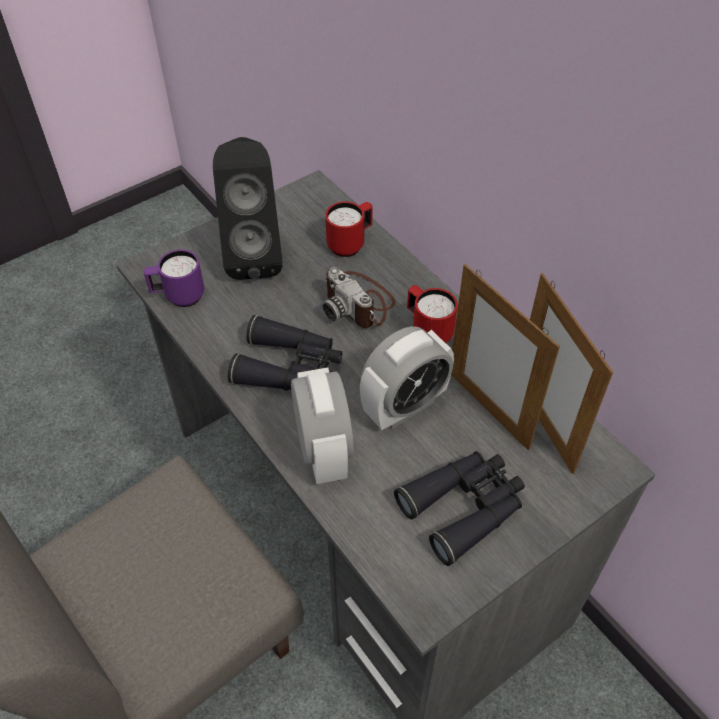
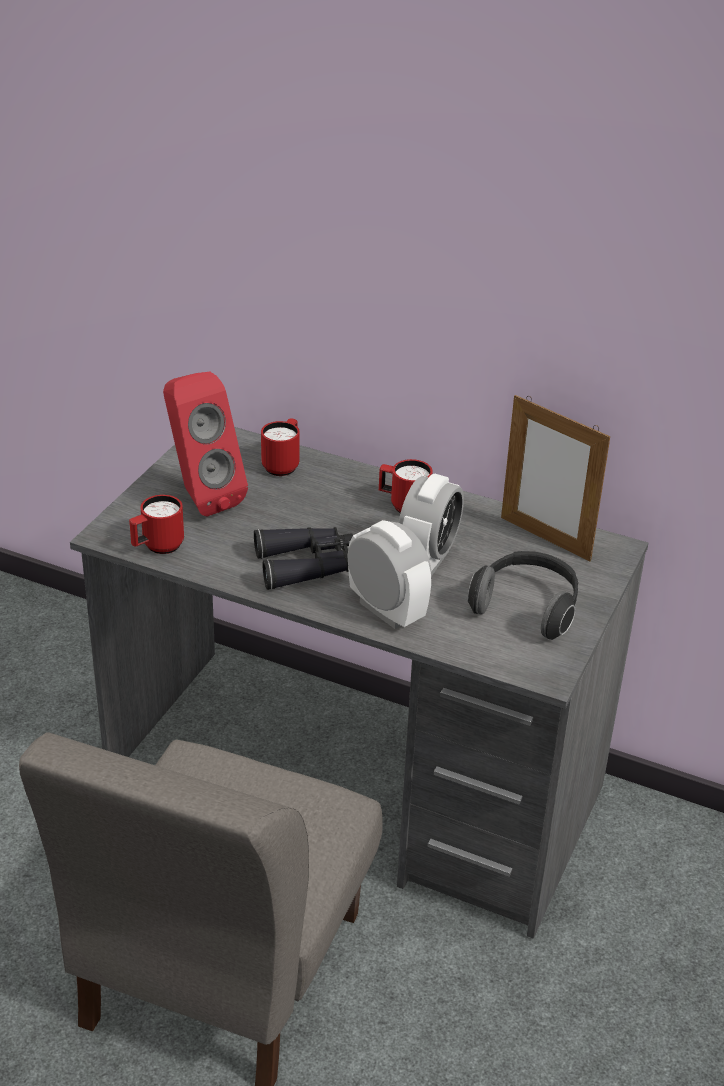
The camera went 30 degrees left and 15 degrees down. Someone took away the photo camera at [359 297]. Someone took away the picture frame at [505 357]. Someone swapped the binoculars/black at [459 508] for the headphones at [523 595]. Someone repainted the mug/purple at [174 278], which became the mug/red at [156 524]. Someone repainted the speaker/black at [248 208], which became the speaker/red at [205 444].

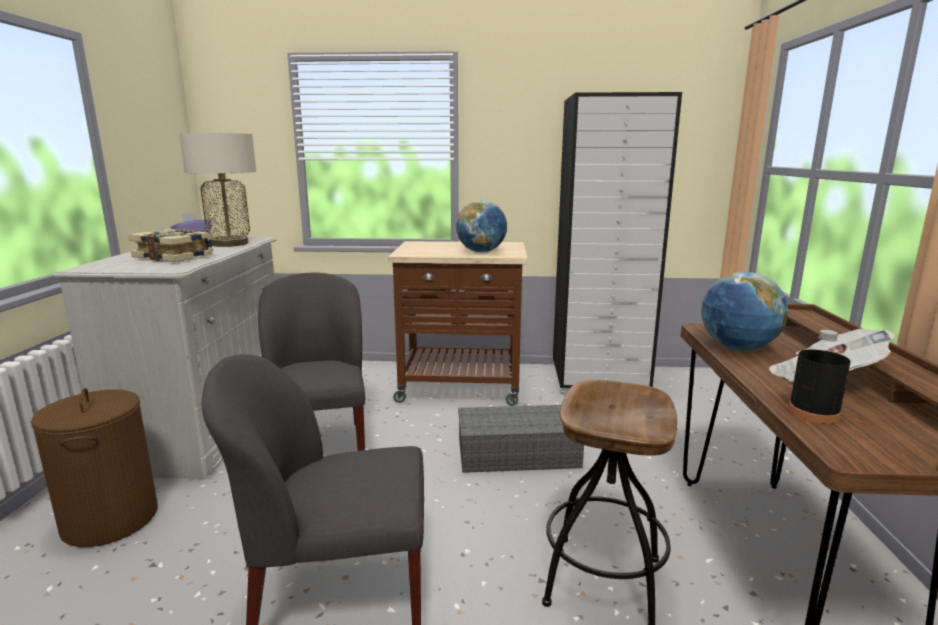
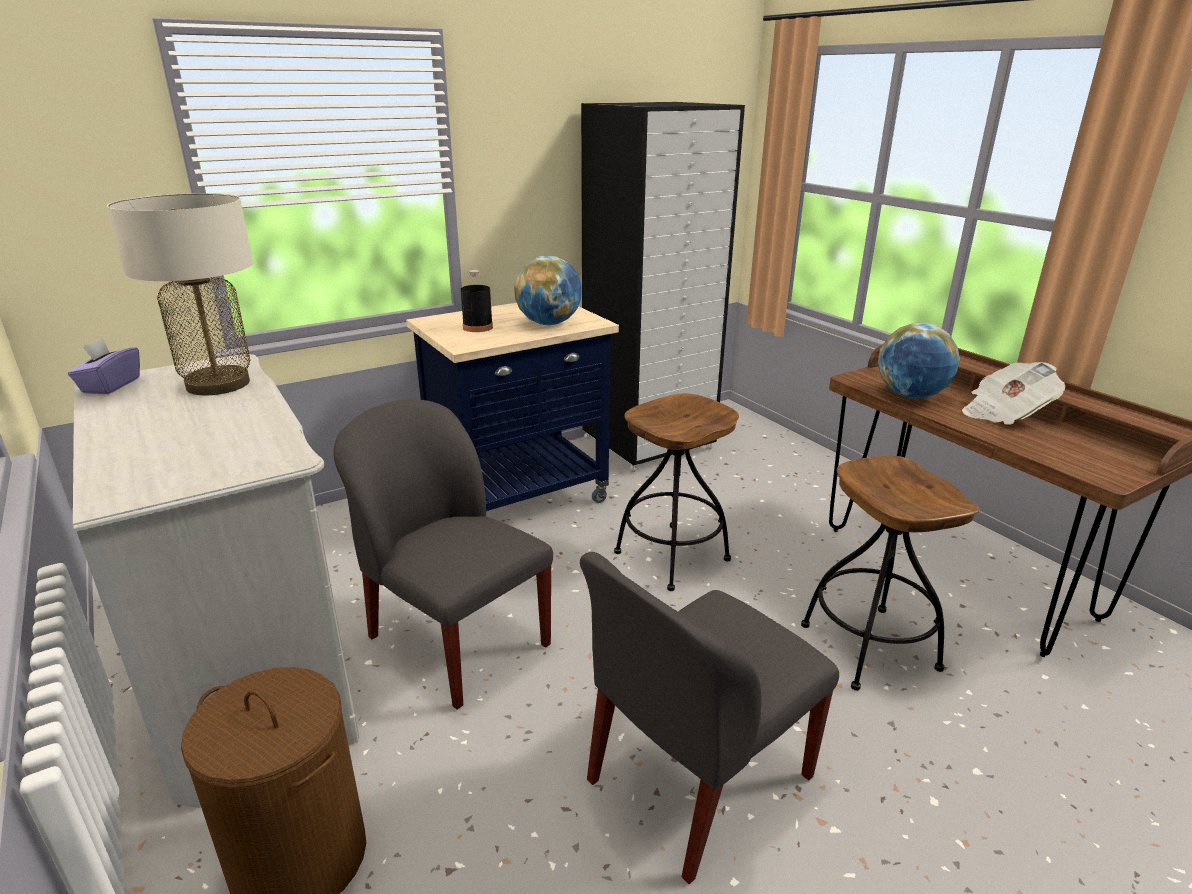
The camera went 35 degrees left and 10 degrees up. Someone took away the book at [171 245]. Someone carried the bottle/black from [819 377] to [477 301]. Someone swapped the storage box/grey at [521 439] for the stool/brown at [676 492]. Someone repainted the cart/brown at [458 323], which became the cart/blue at [512 407].

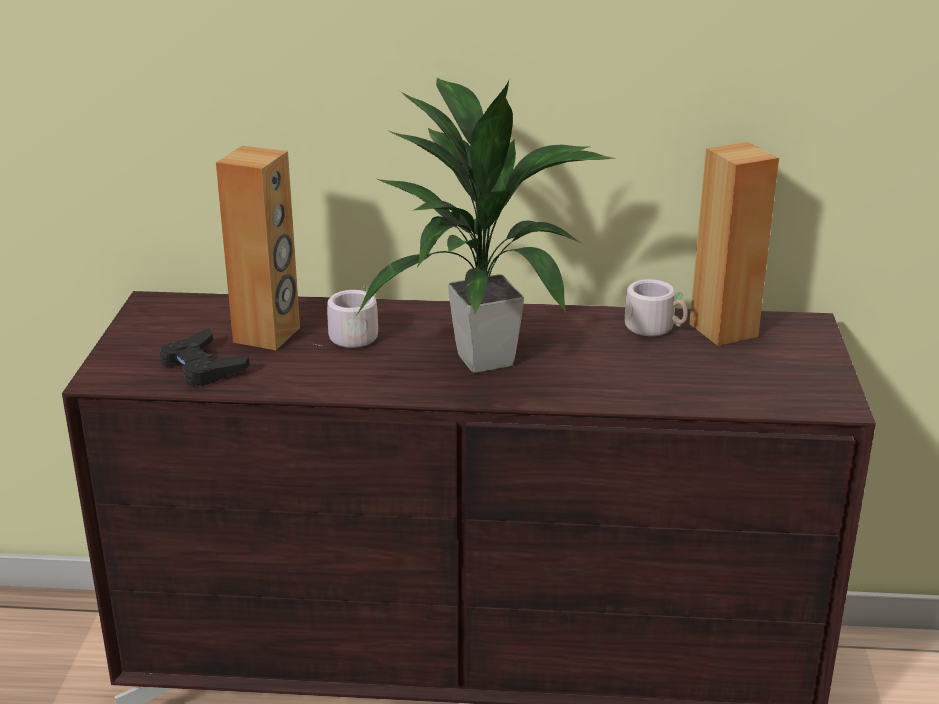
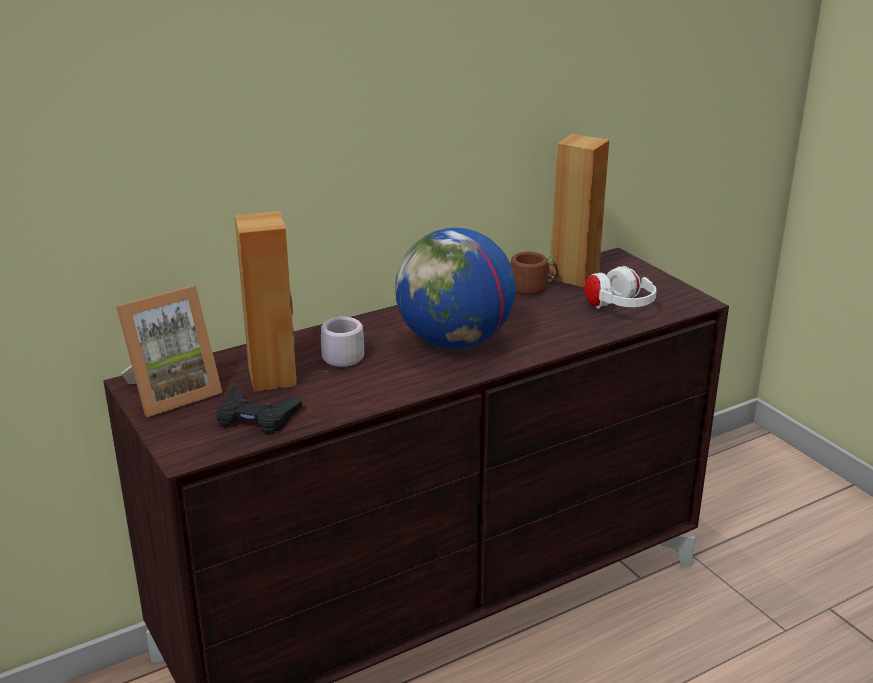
The camera went 35 degrees left and 0 degrees up. Someone put down the picture frame at [169 351]. Someone put down the headphones/white at [620 287]. Someone swapped the potted plant at [485 225] for the globe at [455 288]. Someone repainted the mug/grey at [656 307], which became the mug/brown at [534 273].

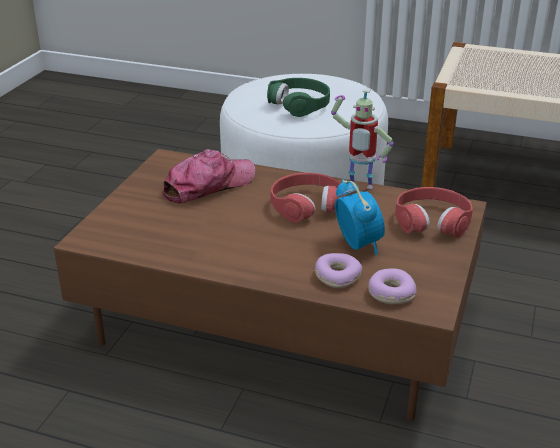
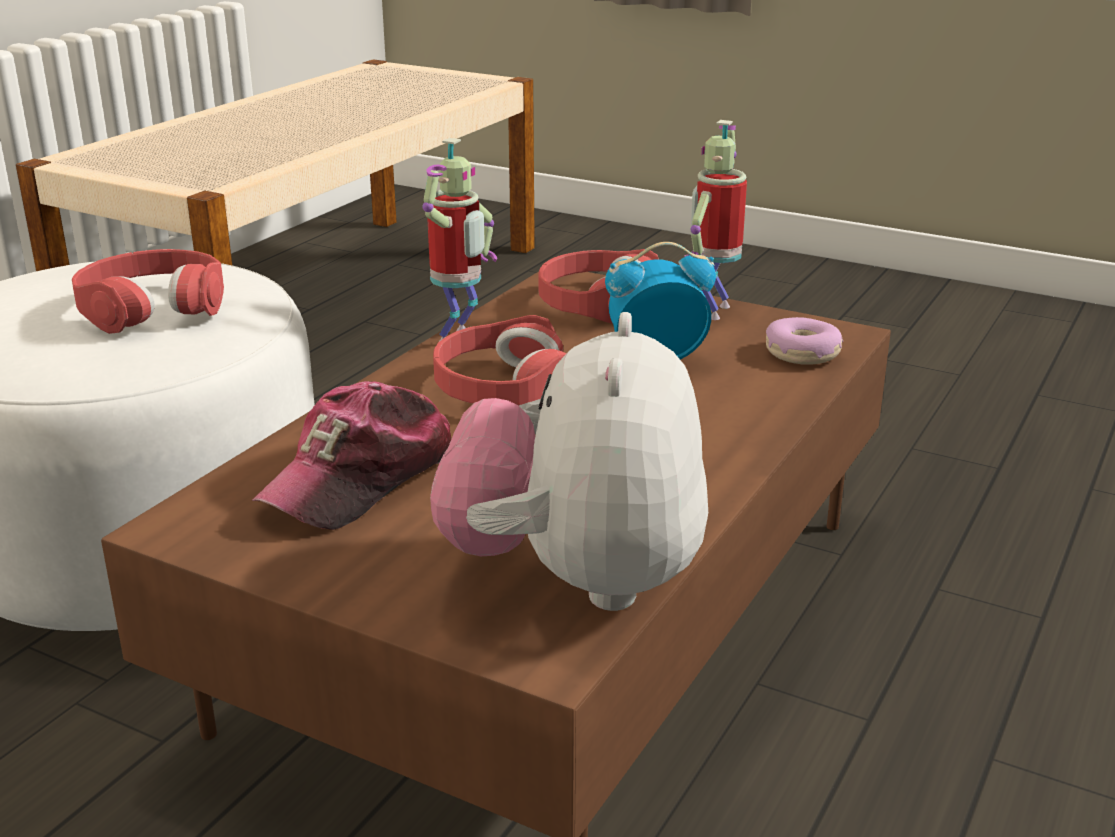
The camera went 80 degrees left and 5 degrees down. Someone took away the donut at [338 270]. Someone put down the plush toy at [569 461]. Someone put down the toy robot at [715 220]. Someone repainted the headphones/green at [298 97], which became the headphones/red at [148 291]. Someone rotated the cap at [208 176] by 120 degrees counterclockwise.

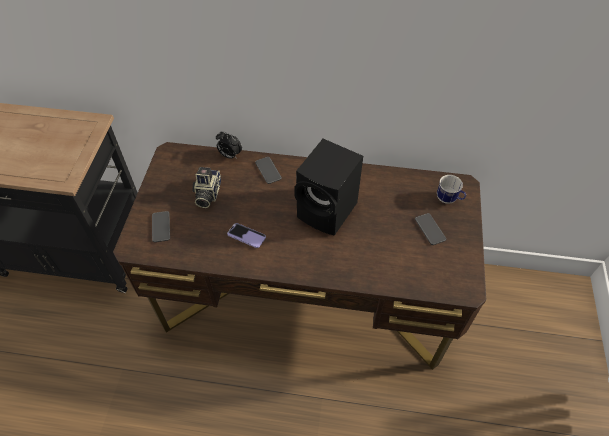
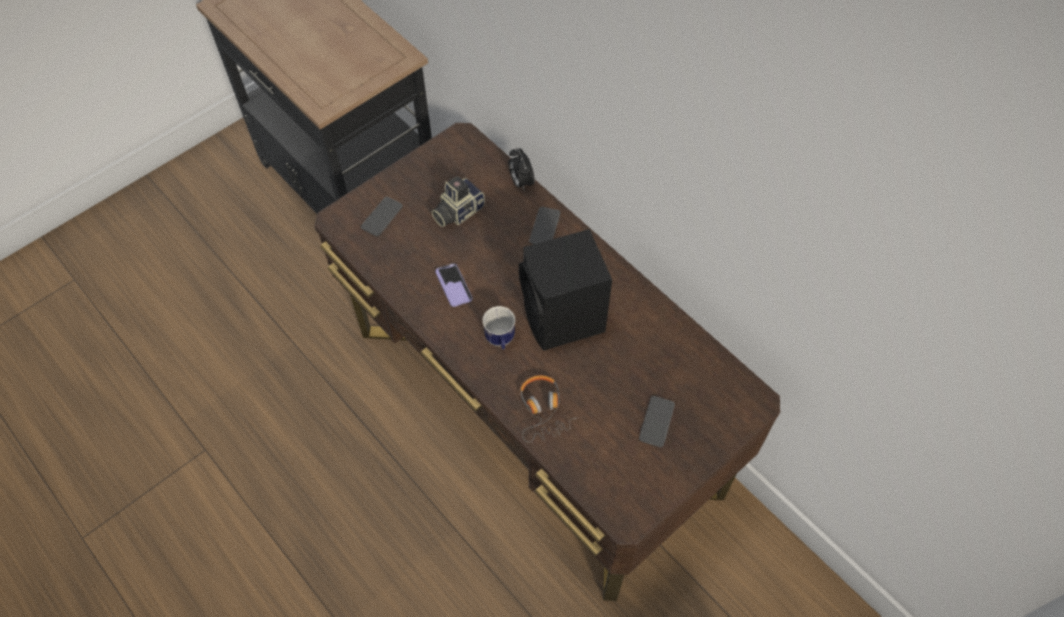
The camera went 40 degrees right and 5 degrees up. Someone put down the headphones at [548 409]. Someone carried the mug from [451 189] to [498 328].

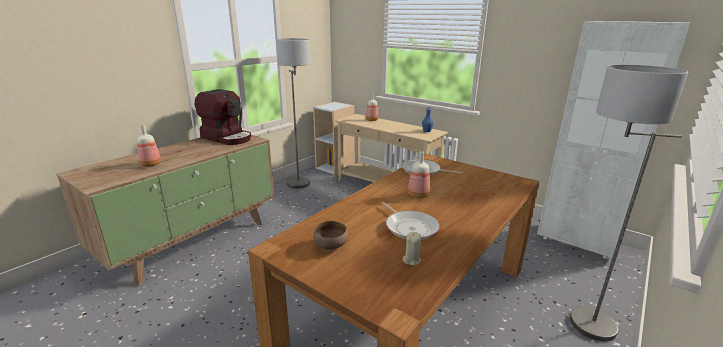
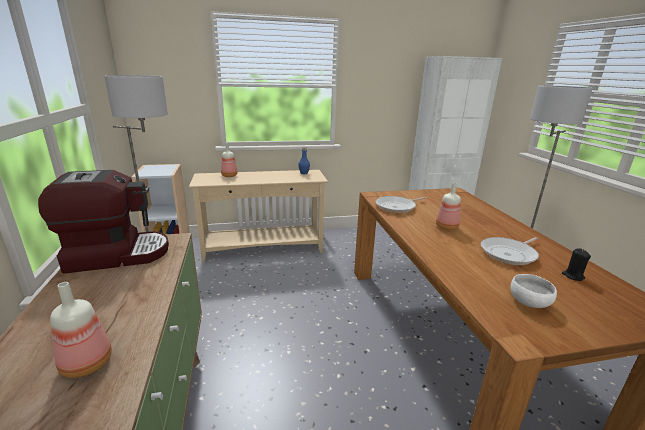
The camera went 50 degrees left and 0 degrees up. Someone repainted the bowl/brown at [330 235], which became the bowl/white at [534 291]. Someone repainted the candle/beige at [412 249], which became the candle/black at [576 264]. Someone rotated the frying pan at [410 221] by 135 degrees clockwise.

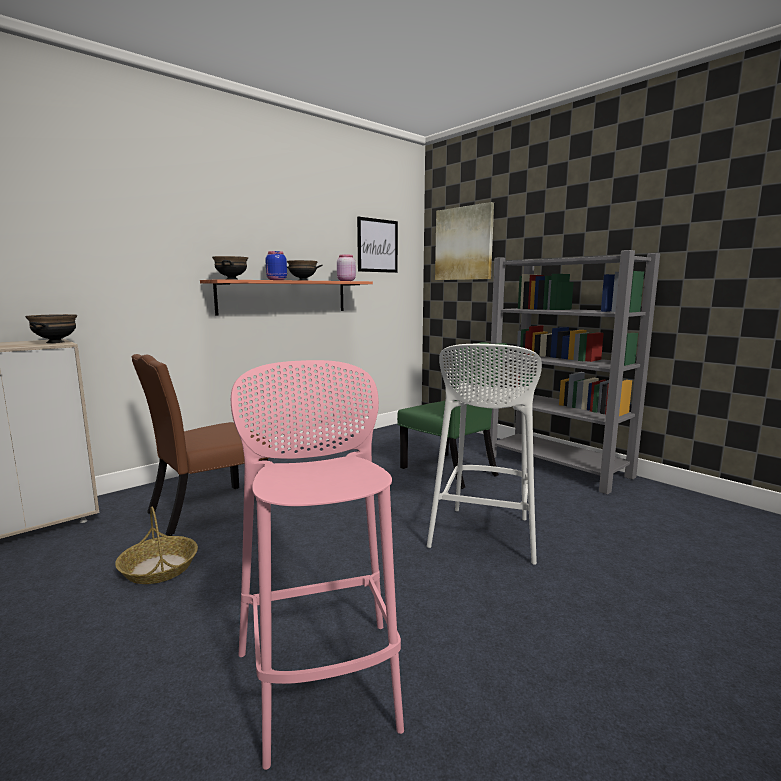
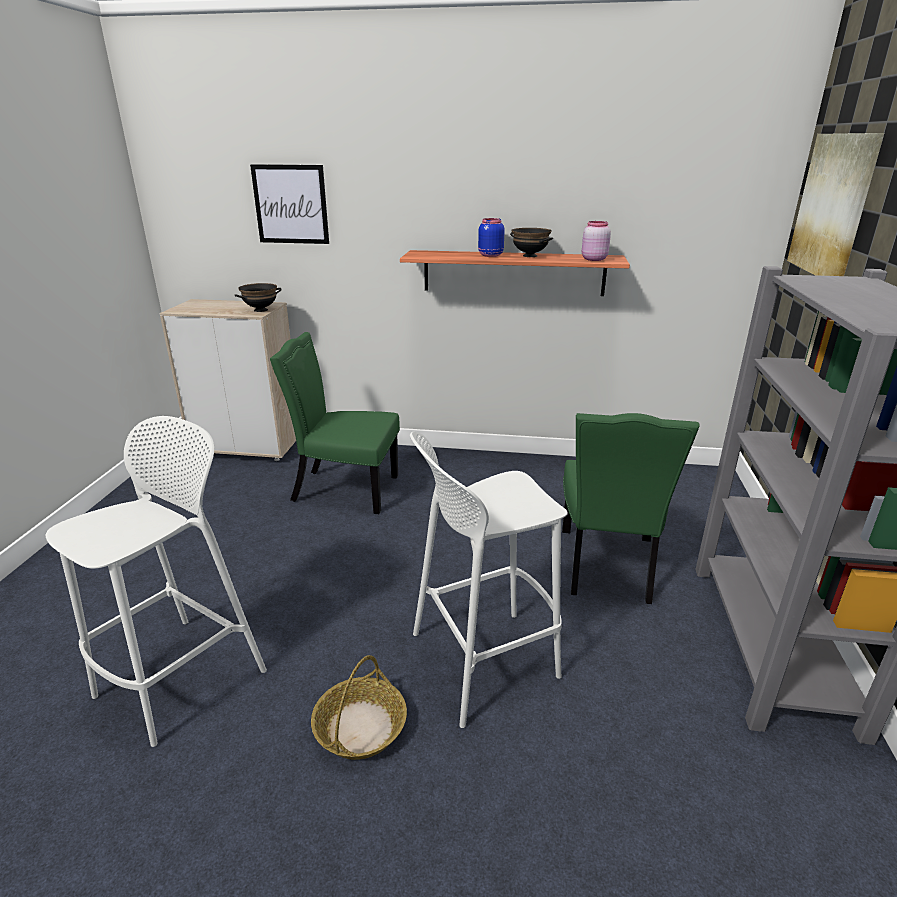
The camera went 50 degrees right and 15 degrees up. Someone took away the bowl/black at [230 268]. Someone carried the basket from [156 545] to [359 707]. Someone carried the picture from [377 245] to [289 204]. Someone repainted the chair/brown at [201 445], which became the chair/green at [335 423]. Someone repainted the stool/pink at [317 565], which became the stool/white at [156 581].

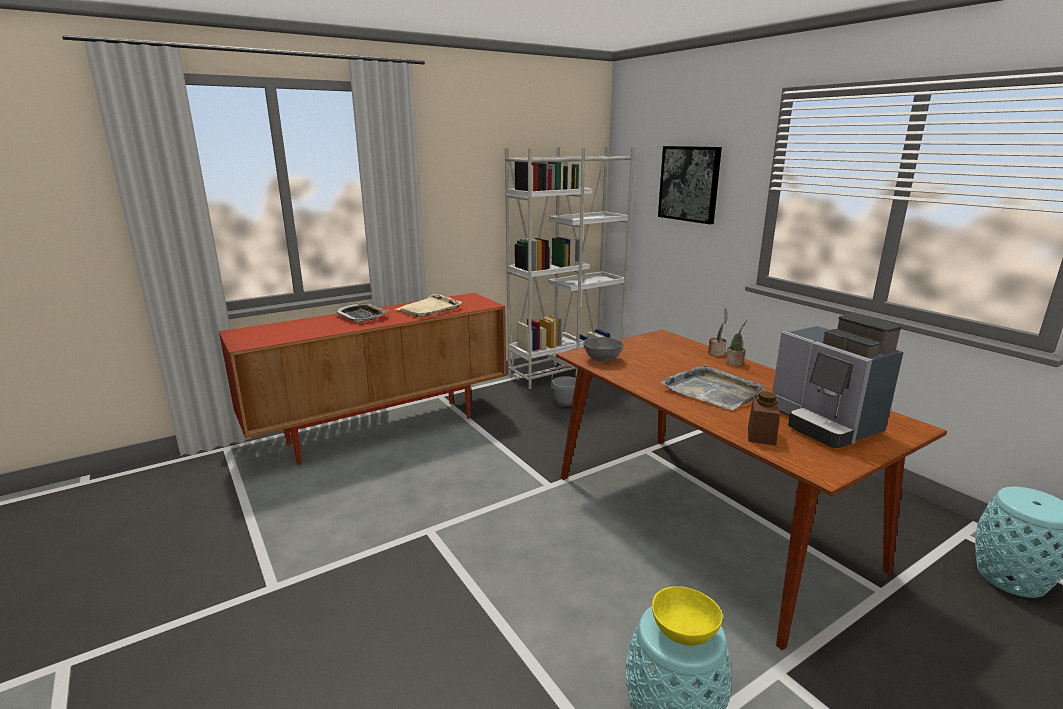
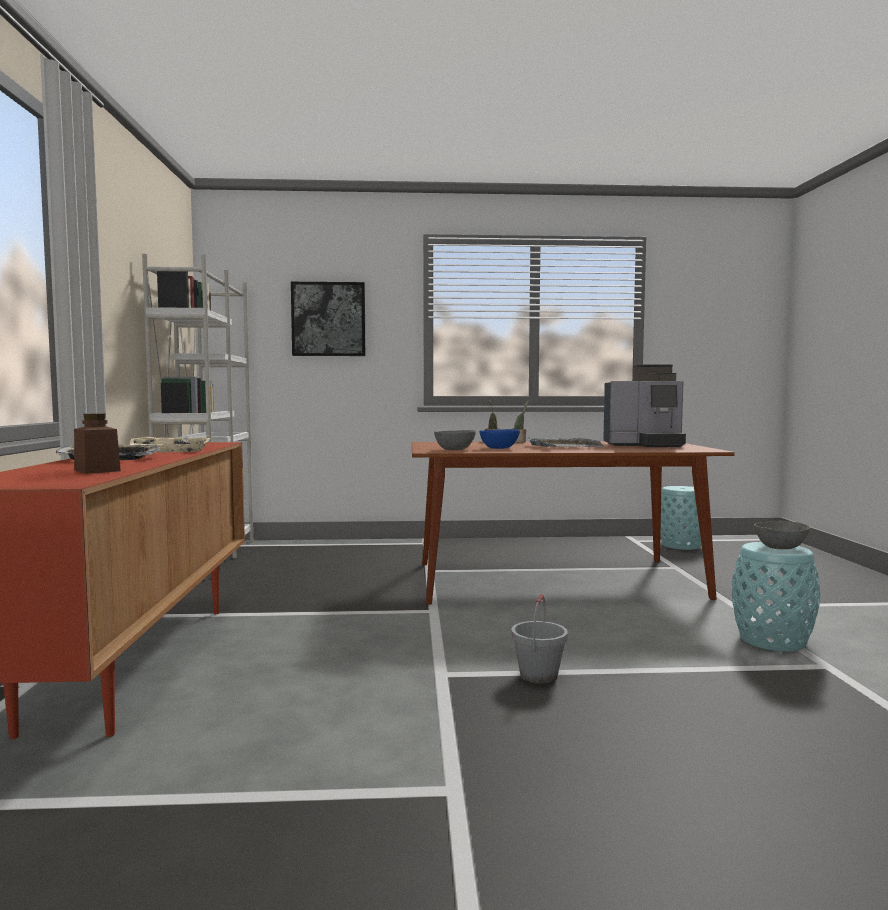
The camera went 60 degrees left and 15 degrees down. Someone put down the bowl/blue at [499 439]. Someone carried the bucket/grey from [564 386] to [539 639]. Someone carried the jar/brown from [764 419] to [97 444]. Someone repainted the bowl/yellow at [687 616], which became the bowl/grey at [782 535].

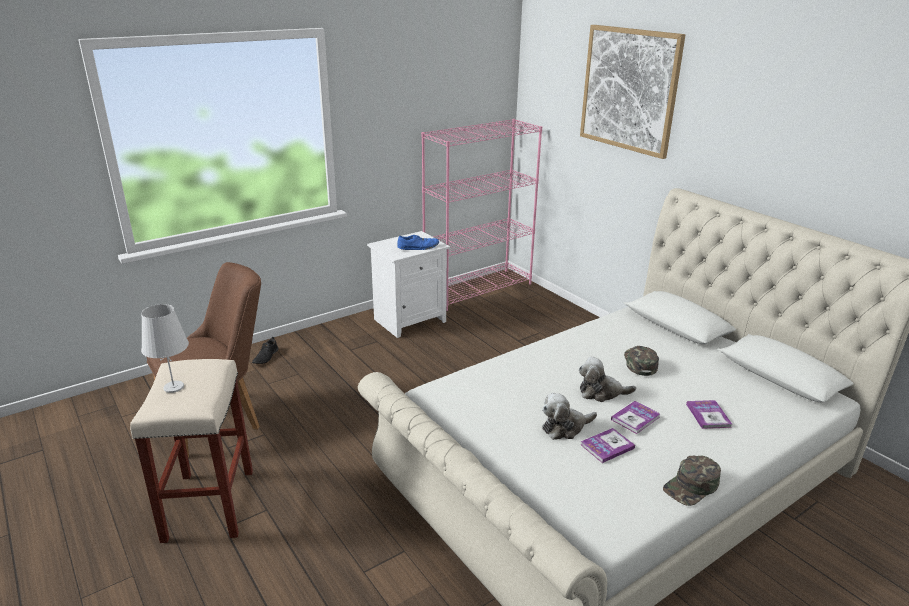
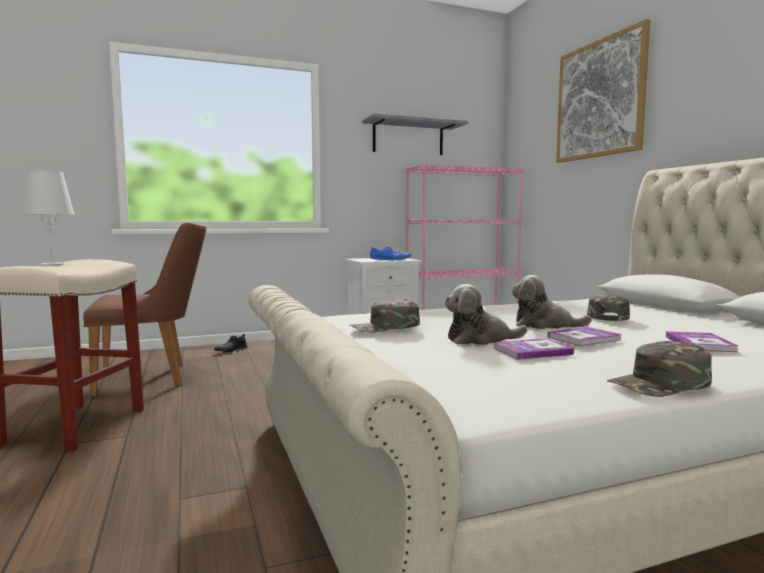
The camera went 15 degrees right and 20 degrees down. Someone put down the cap/green at [385 315]. Someone put up the shelf/grey at [415 134].

